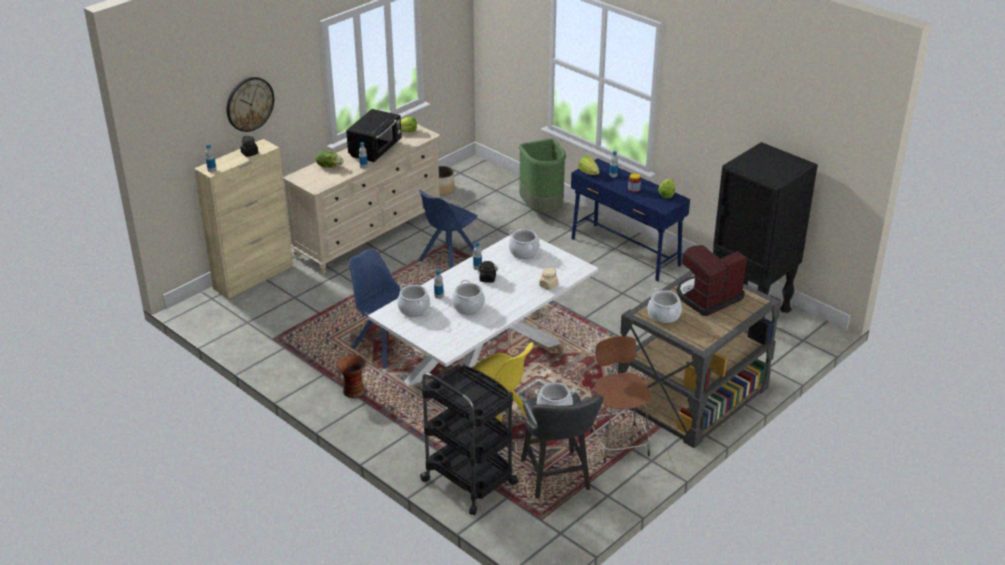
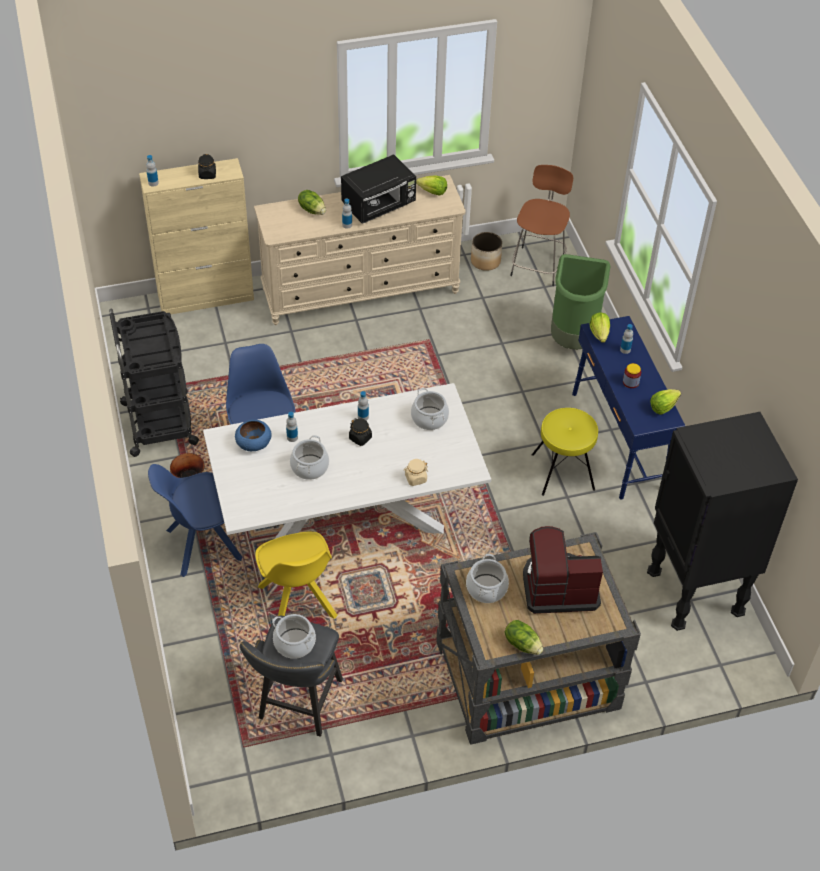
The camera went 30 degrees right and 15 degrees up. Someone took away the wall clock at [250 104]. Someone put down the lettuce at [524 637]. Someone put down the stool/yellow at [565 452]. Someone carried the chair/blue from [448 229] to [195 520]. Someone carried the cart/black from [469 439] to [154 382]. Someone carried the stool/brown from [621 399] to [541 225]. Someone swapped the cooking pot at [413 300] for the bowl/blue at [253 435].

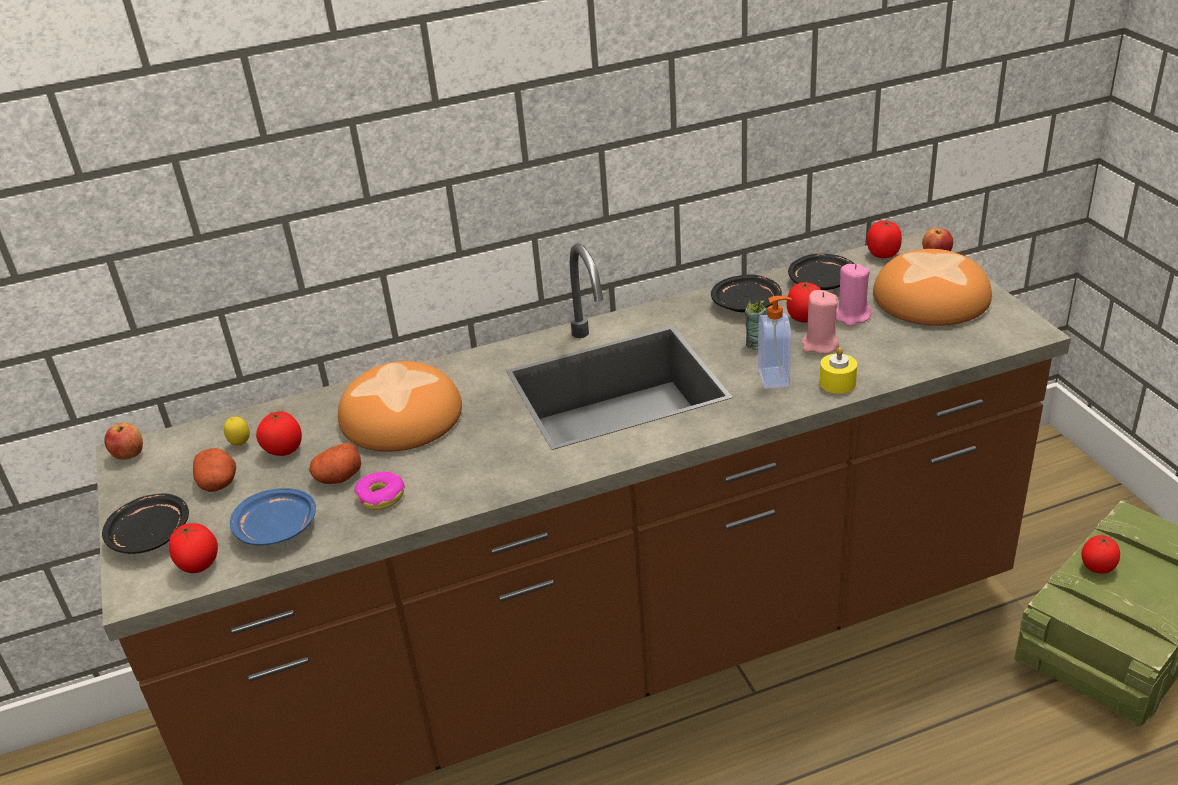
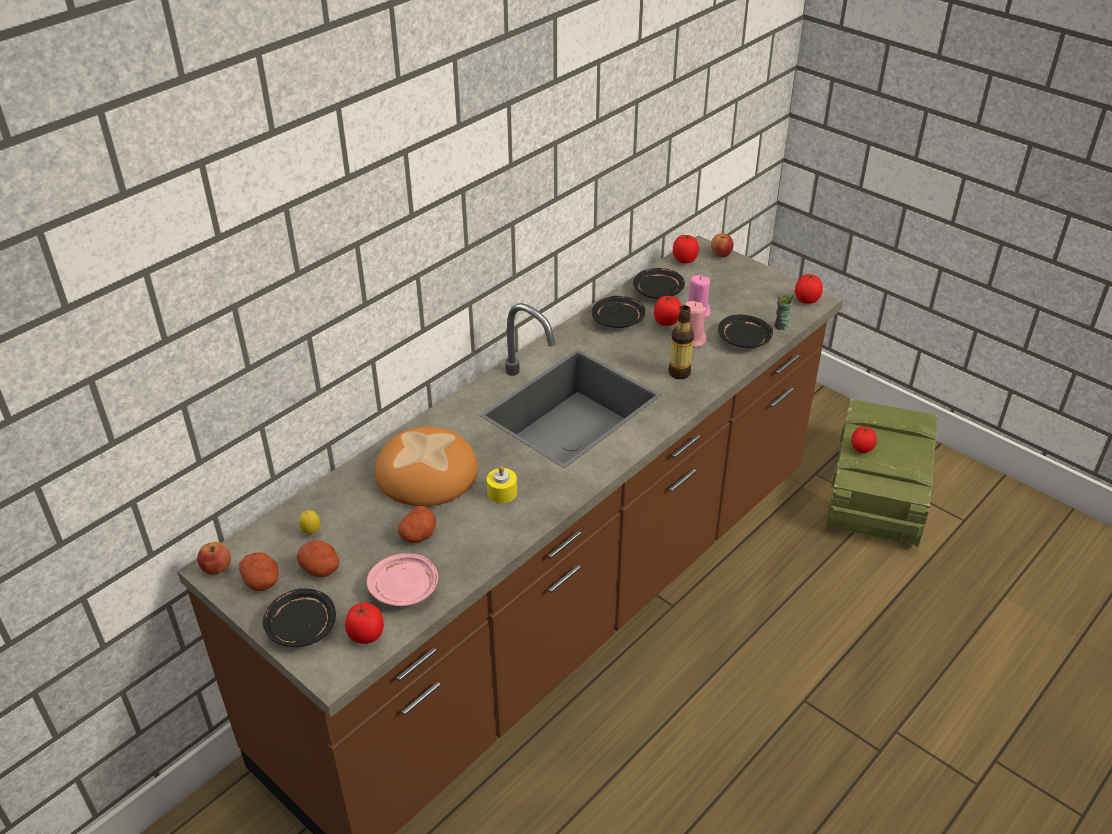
The camera went 30 degrees left and 5 degrees up. Someone took away the donut at [379 491]. Someone took away the bread at [932 287]. Someone put down the potato at [258 571]. Someone put down the plate/black at [745 331]. Someone carried the tomato from [279 433] to [809 289]. Someone carried the cup from [755 325] to [784 312]. Someone carried the candle/yellow from [838 370] to [502 484]. Someone swapped the soap dispenser at [775 342] for the bottle at [681 342]. Someone repainted the plate/blue at [273 517], which became the plate/pink at [402 579].

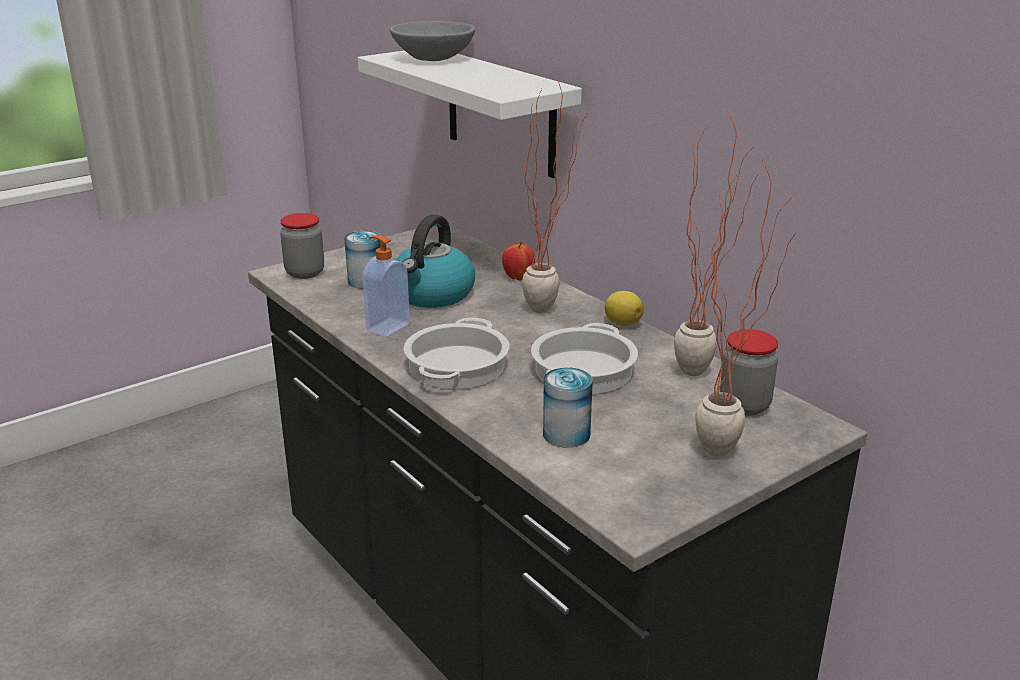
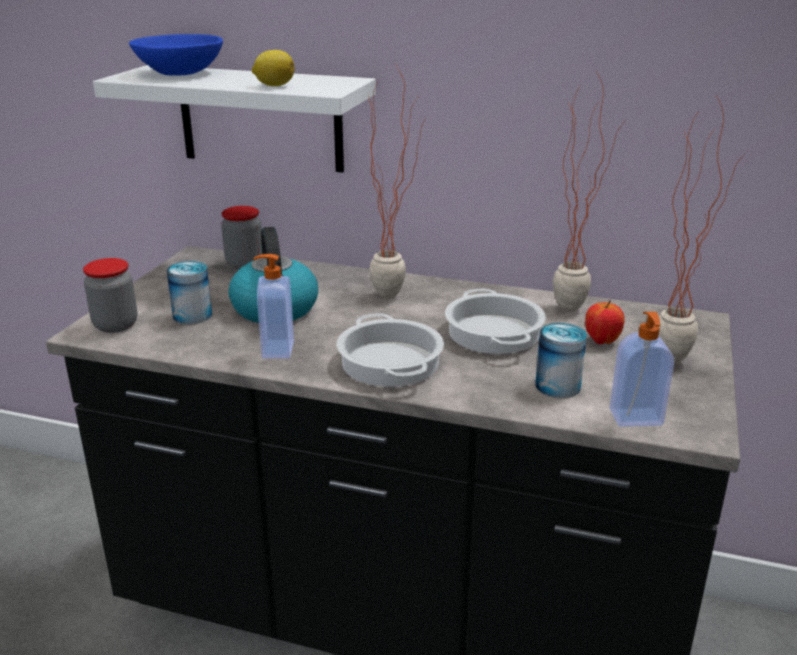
The camera went 35 degrees left and 0 degrees up. Someone put down the soap dispenser at [642 369]. Someone carried the apple from [518 261] to [605 322]. Someone carried the lemon from [624 308] to [273 68]. Someone carried the jar from [749 372] to [241 237]. Someone repainted the bowl/grey at [432 41], which became the bowl/blue at [176 55].

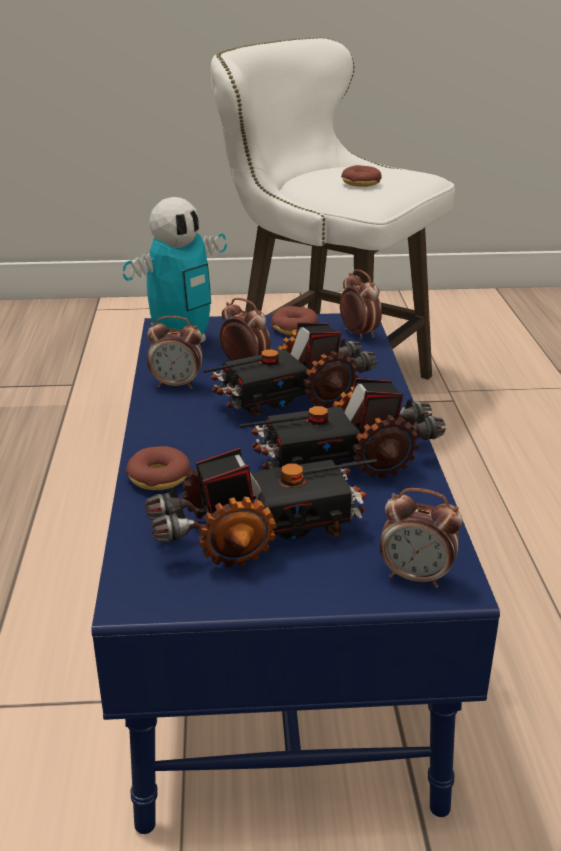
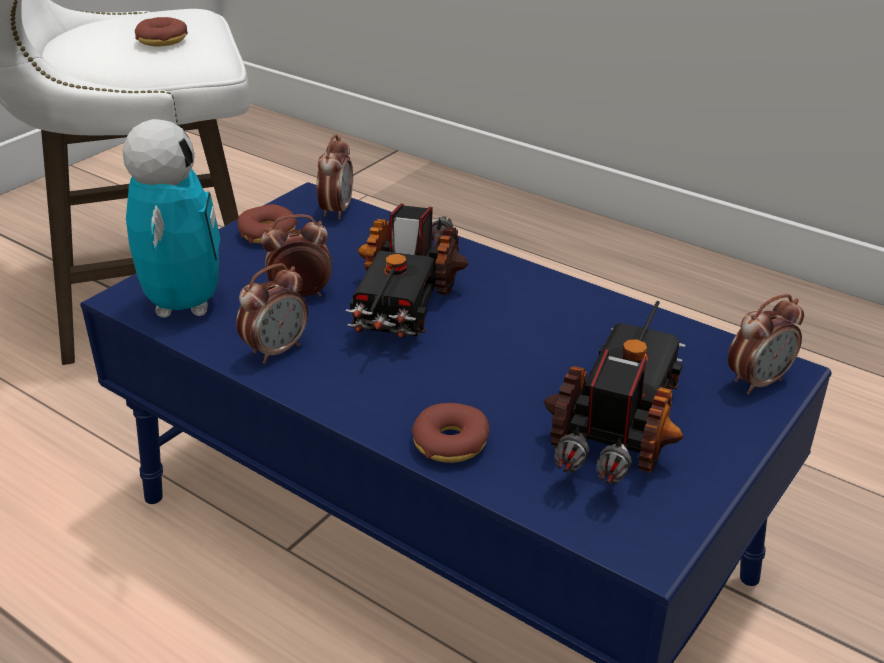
The camera went 50 degrees left and 5 degrees up. Someone took away the toy truck at [342 428]. Someone rotated the alarm clock at [361 304] by 90 degrees clockwise.

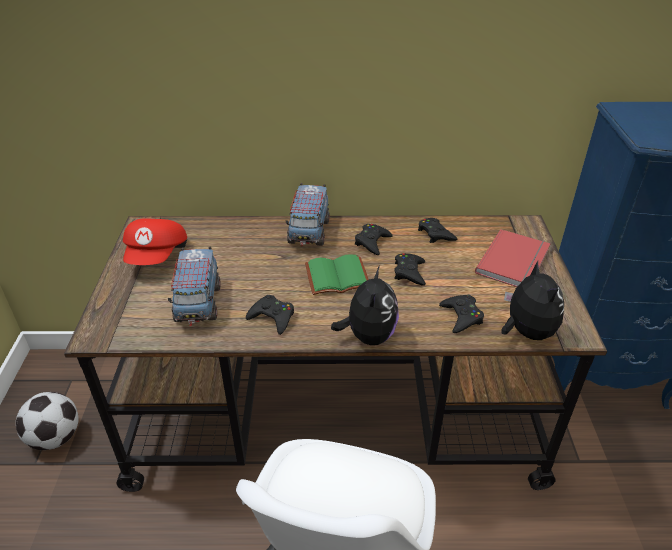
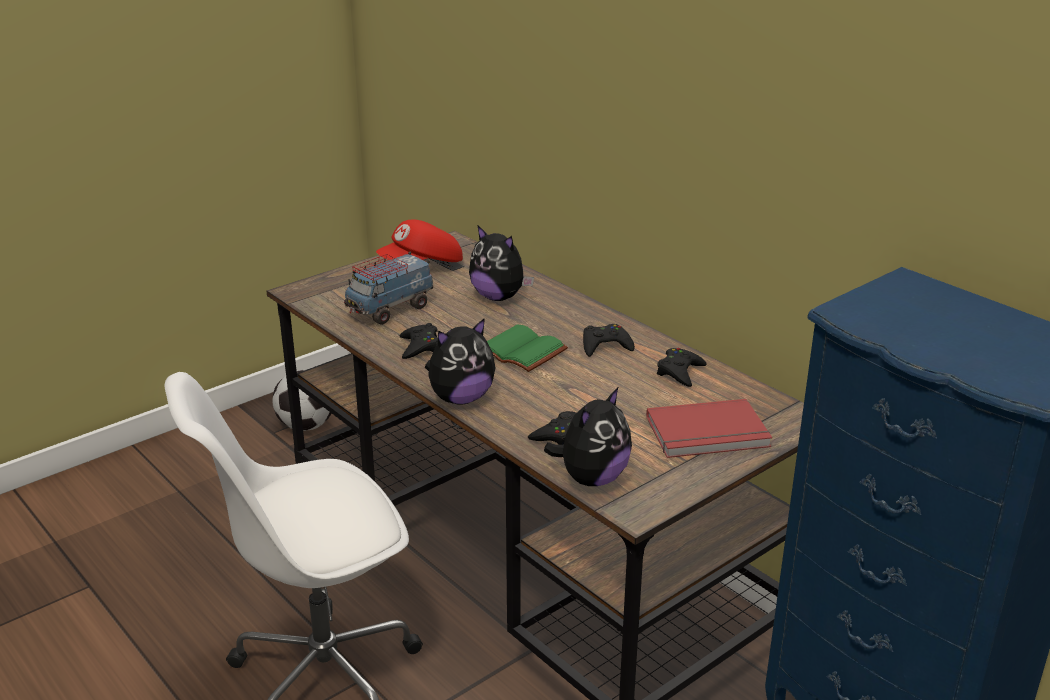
The camera went 50 degrees right and 10 degrees down. Someone took away the toy truck at [308 214]. Someone took away the game controller/black at [410 269]. Someone put down the plush toy at [501 263].

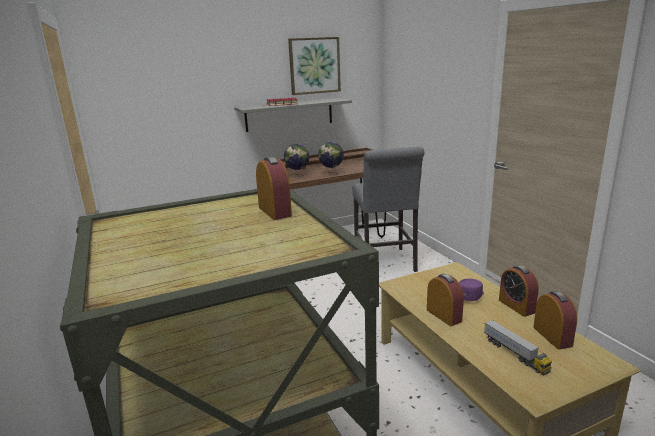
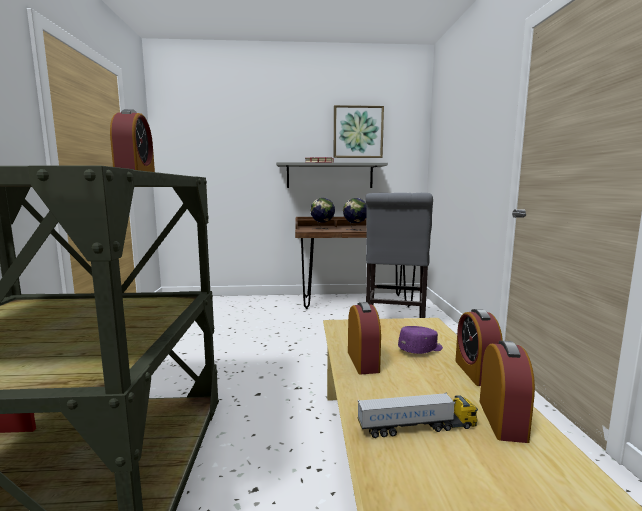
The camera went 20 degrees right and 10 degrees down. Someone rotated the toy truck at [518 347] by 90 degrees counterclockwise.

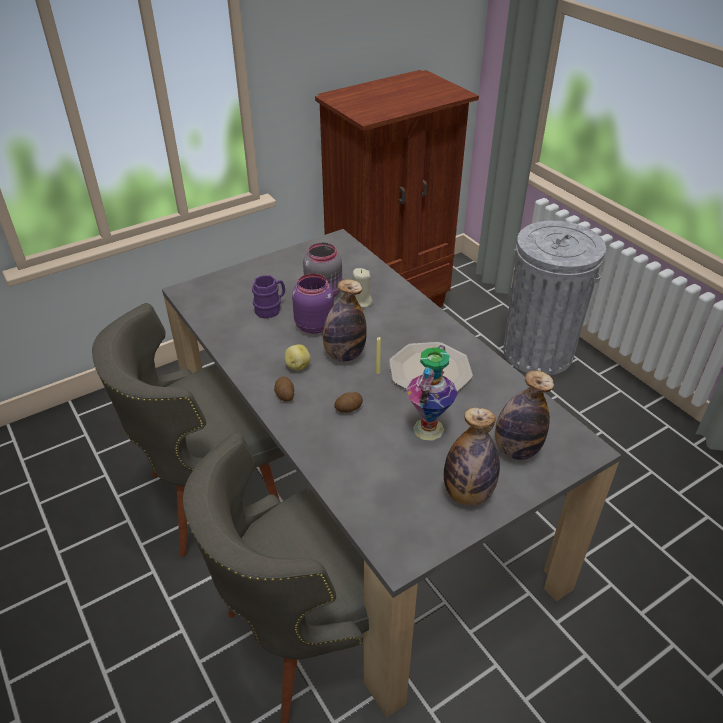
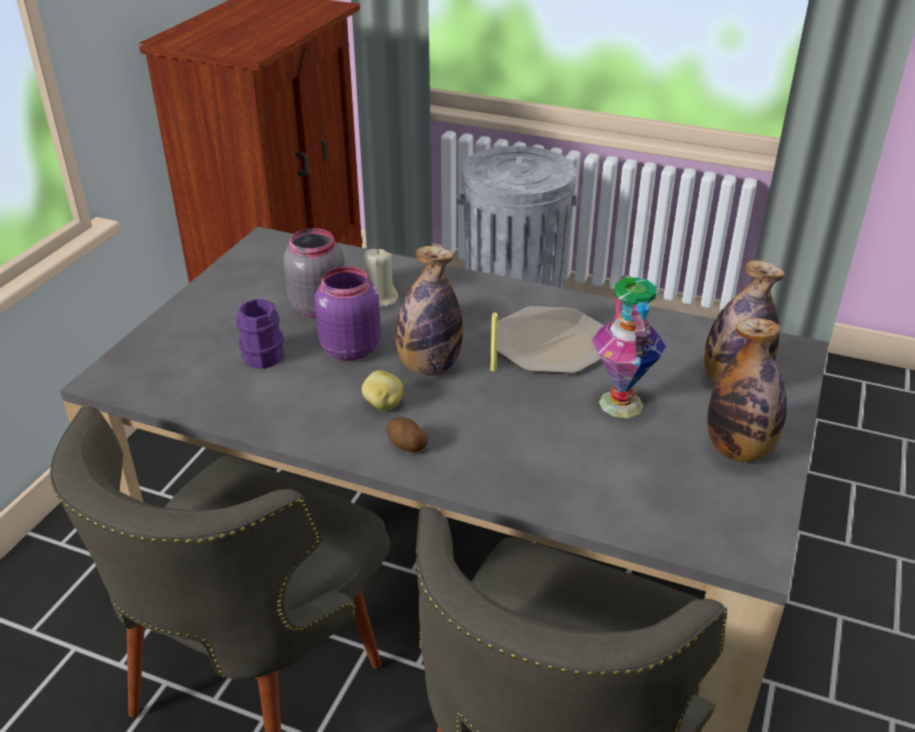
The camera went 35 degrees left and 5 degrees down. Someone took away the potato at [348 402].

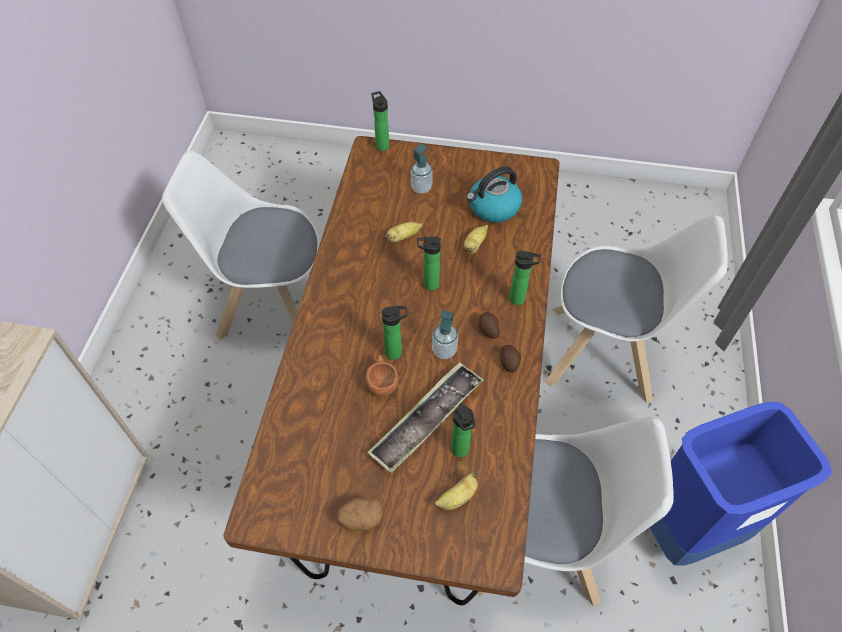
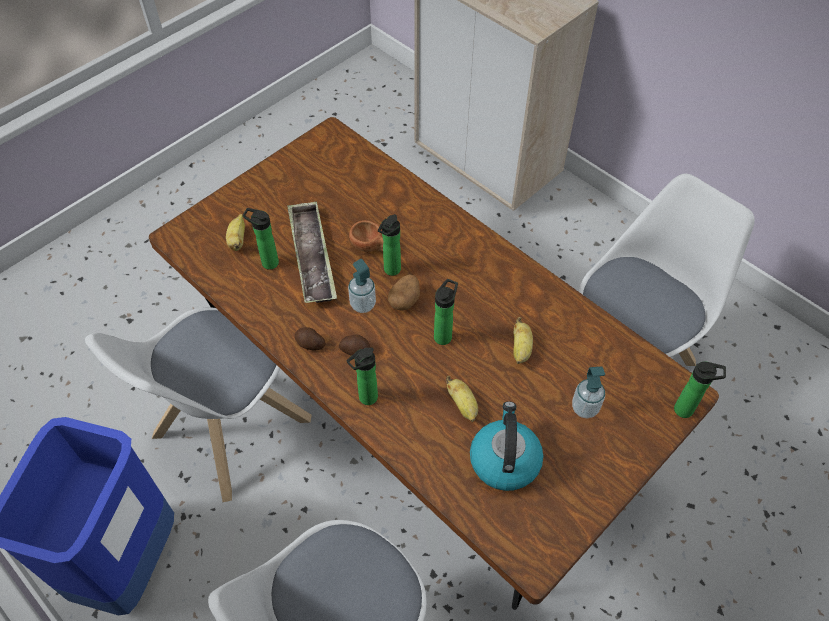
The camera went 125 degrees right and 0 degrees up. Someone carried the potato from [359 514] to [404 292].

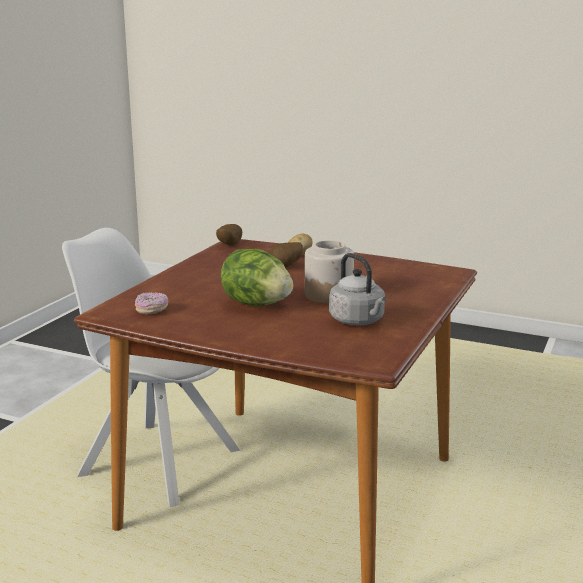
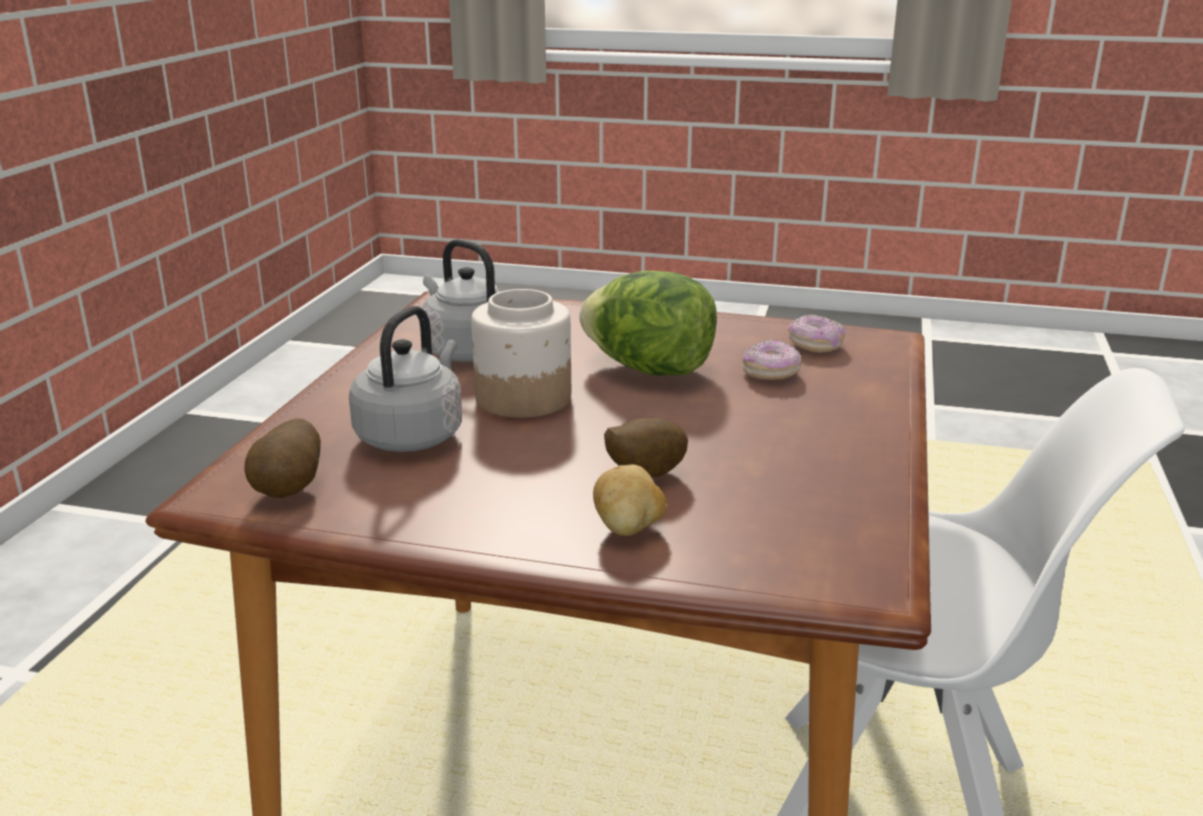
The camera went 170 degrees right and 5 degrees up. Someone put down the kettle/grey at [405 379]. Someone put down the donut at [771 360]. Someone carried the potato from [229 235] to [282 458].

